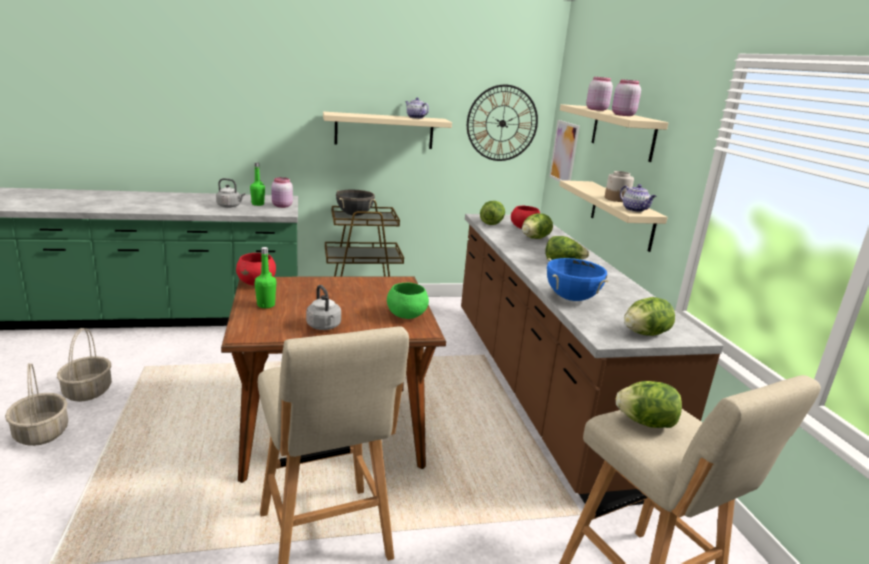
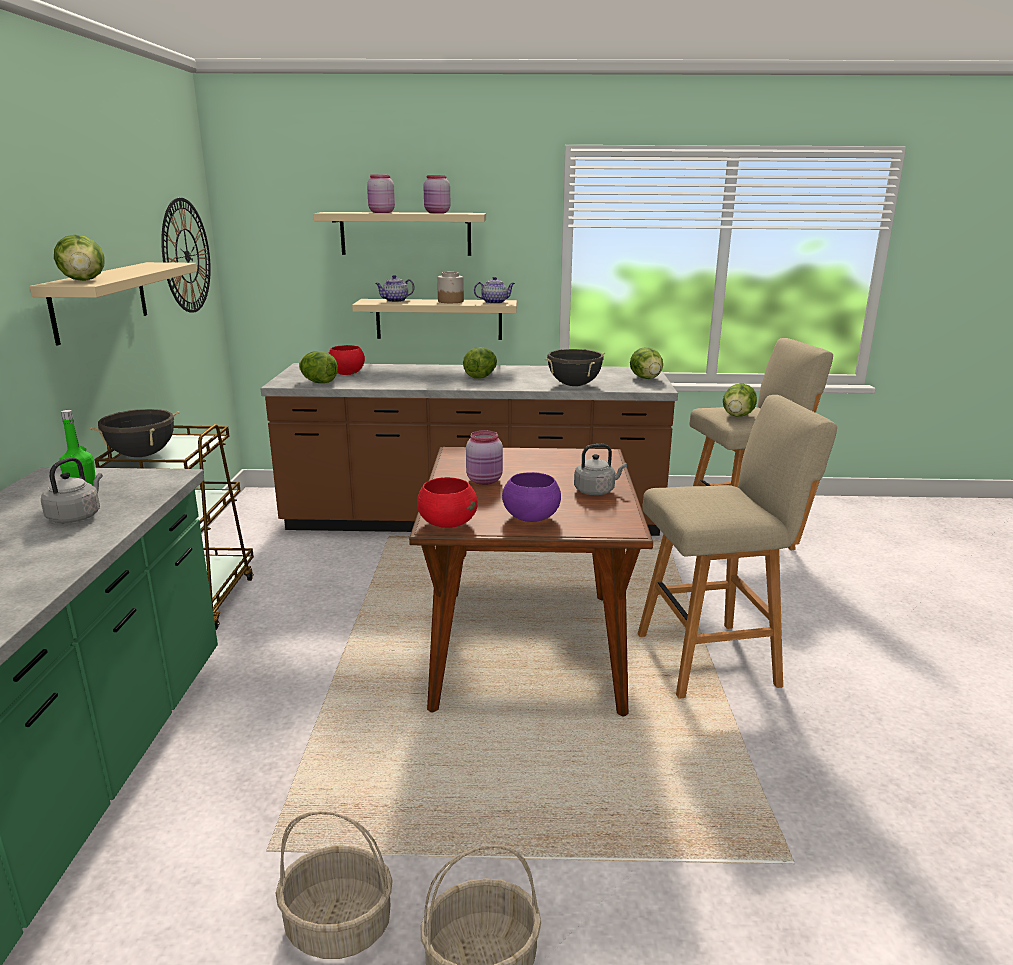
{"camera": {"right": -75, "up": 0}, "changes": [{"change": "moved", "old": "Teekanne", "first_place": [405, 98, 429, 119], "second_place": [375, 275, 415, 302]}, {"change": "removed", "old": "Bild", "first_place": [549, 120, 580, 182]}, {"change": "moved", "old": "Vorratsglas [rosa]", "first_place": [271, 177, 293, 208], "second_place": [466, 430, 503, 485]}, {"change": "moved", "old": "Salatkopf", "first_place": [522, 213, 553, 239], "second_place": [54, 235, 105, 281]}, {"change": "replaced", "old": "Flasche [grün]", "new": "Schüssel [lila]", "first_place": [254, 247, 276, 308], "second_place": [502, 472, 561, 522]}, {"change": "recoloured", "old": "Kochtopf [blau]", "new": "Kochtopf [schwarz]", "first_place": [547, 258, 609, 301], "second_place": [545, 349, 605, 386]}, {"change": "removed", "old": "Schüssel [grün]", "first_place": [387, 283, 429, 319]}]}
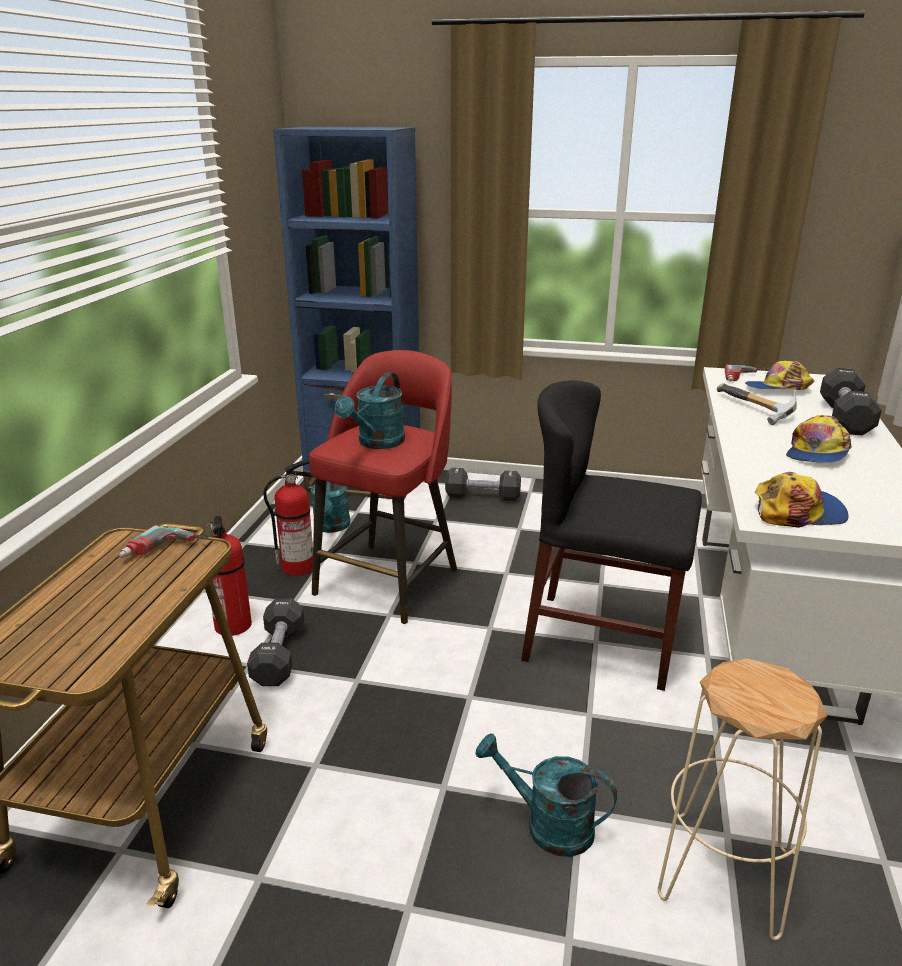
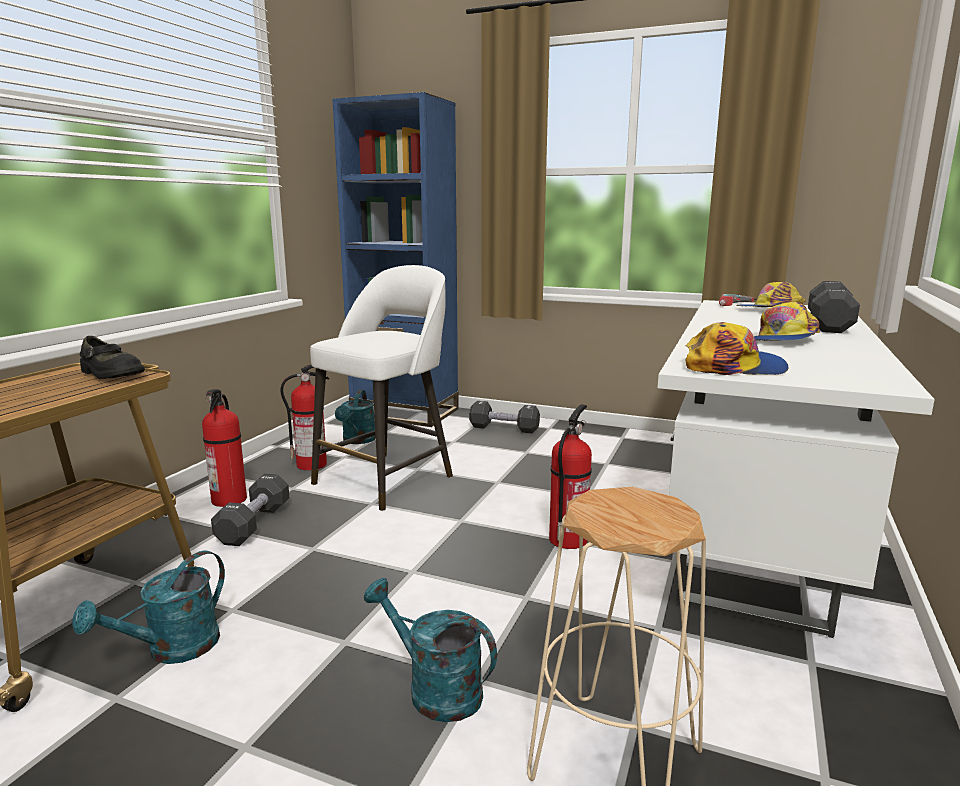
{"camera": {"right": 10, "up": -10}, "changes": [{"change": "recoloured", "old": "Hocker [rot]", "new": "Hocker [weiß]", "first_place": [309, 350, 457, 624], "second_place": [310, 265, 453, 511]}, {"change": "moved", "old": "Gießkanne [türkis]", "first_place": [335, 372, 405, 449], "second_place": [72, 550, 225, 664]}, {"change": "replaced", "old": "Stuhl [schwarz]", "new": "Feuerlöscher", "first_place": [521, 380, 702, 691], "second_place": [549, 404, 592, 549]}, {"change": "removed", "old": "Hammer", "first_place": [717, 383, 797, 425]}, {"change": "replaced", "old": "Bohrmaschine", "new": "Schuh [schwarz]", "first_place": [119, 525, 217, 558], "second_place": [80, 336, 145, 379]}]}
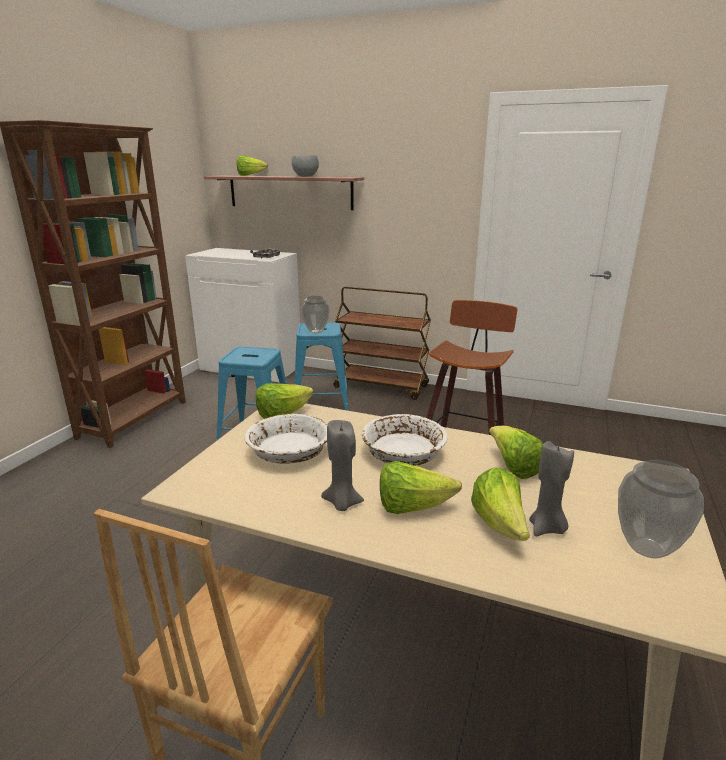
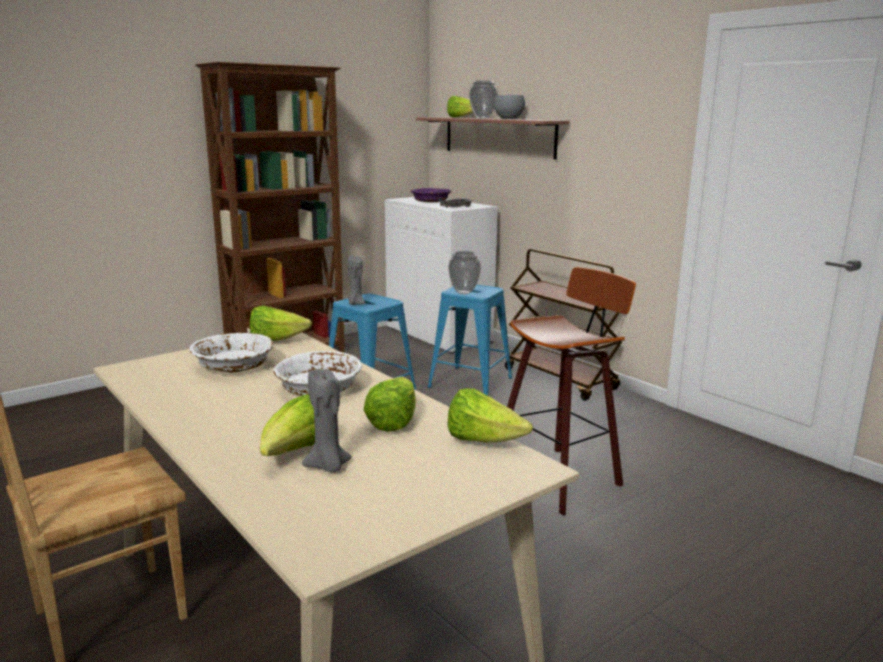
{"camera": {"right": 30, "up": -5}, "changes": [{"change": "moved", "old": "Kerze [grau]", "first_place": [321, 420, 364, 511], "second_place": [348, 256, 365, 305]}, {"change": "moved", "old": "Vase", "first_place": [618, 460, 704, 558], "second_place": [469, 80, 498, 118]}, {"change": "moved", "old": "Salatkopf", "first_place": [380, 461, 462, 514], "second_place": [448, 388, 533, 442]}, {"change": "added", "new": "Schüssel [lila]", "second_place": [411, 188, 452, 202]}]}
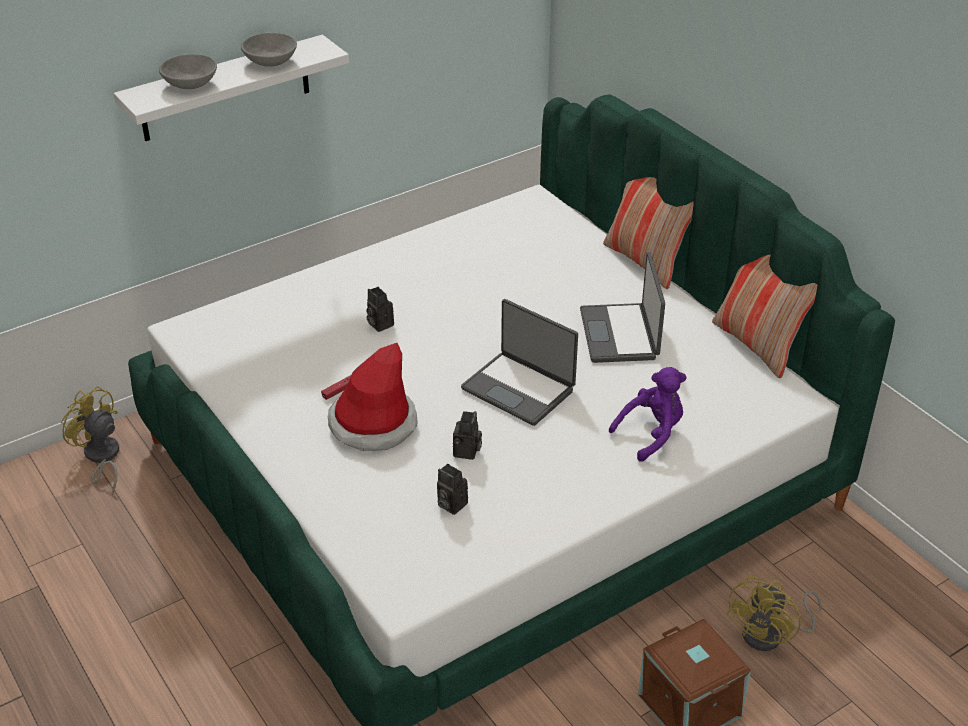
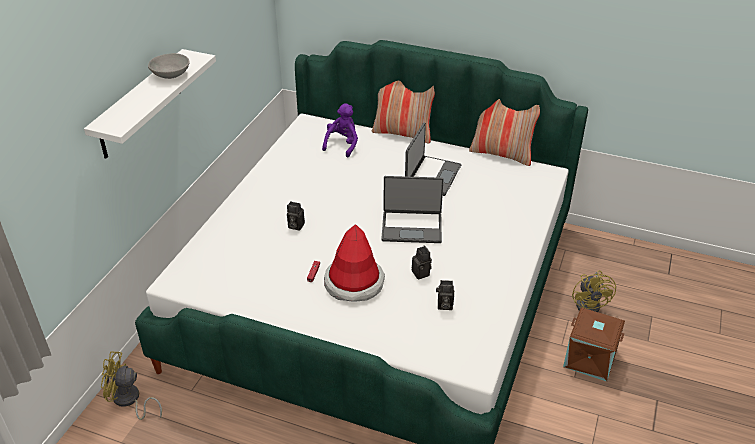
{"camera": {"right": -35, "up": 0}, "changes": [{"change": "removed", "old": "Schüssel [grau]", "first_place": [159, 54, 217, 89]}, {"change": "turned", "old": "Laptop", "first_place": [580, 252, 665, 363], "second_place": [405, 123, 461, 196], "degrees": -120}, {"change": "moved", "old": "Plüschtier [lila]", "first_place": [609, 367, 687, 462], "second_place": [322, 103, 358, 158]}]}
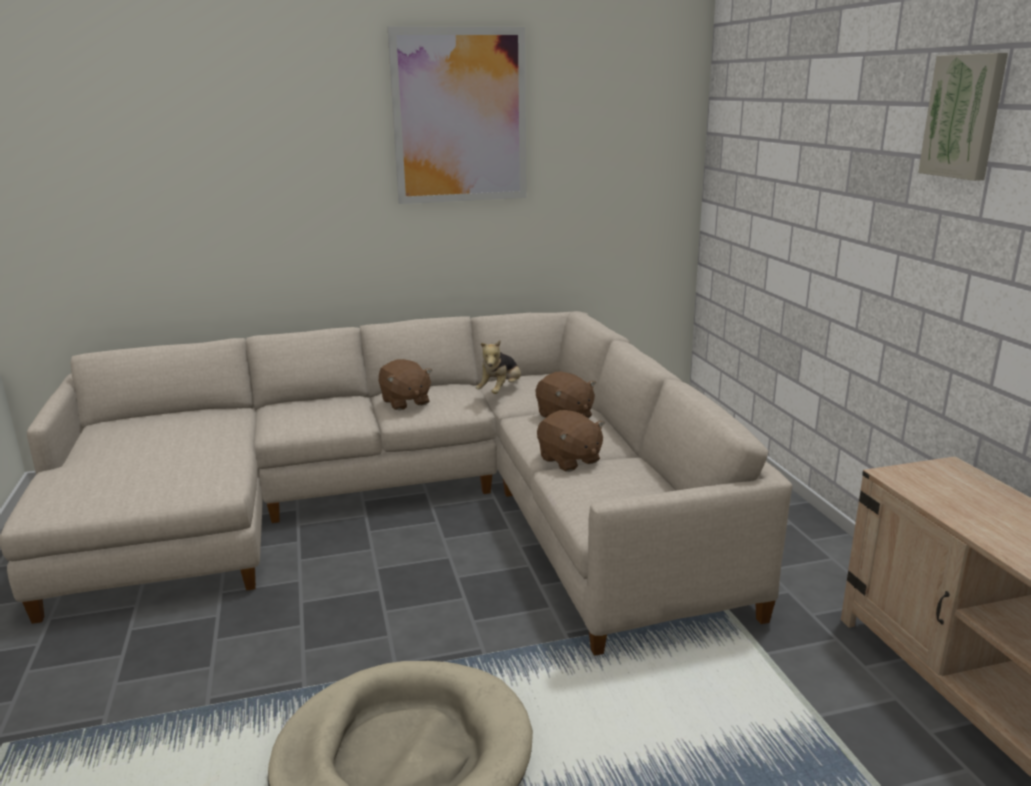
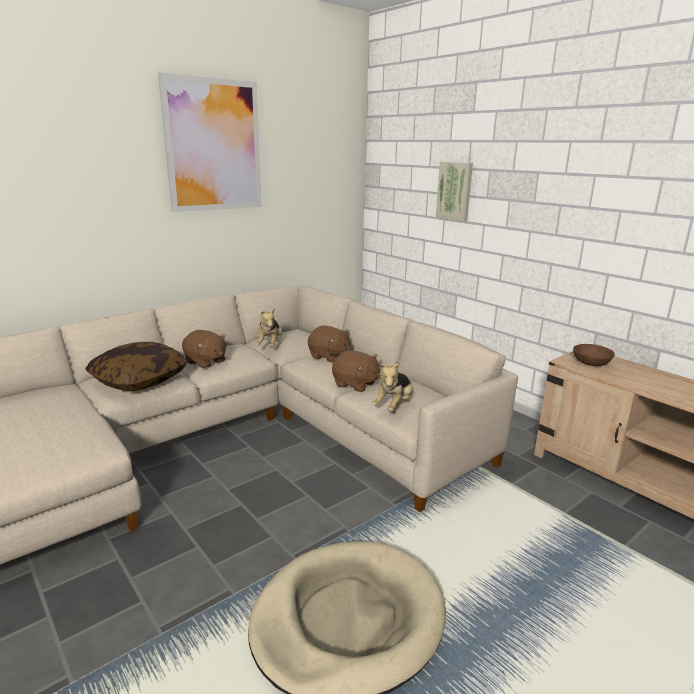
{"camera": {"right": -25, "up": 0}, "changes": [{"change": "moved", "old": "Bild", "first_place": [918, 53, 1008, 181], "second_place": [436, 162, 473, 222]}, {"change": "added", "new": "Kissen", "second_place": [85, 342, 188, 391]}, {"change": "added", "new": "Schüssel [braun]", "second_place": [573, 344, 615, 366]}, {"change": "added", "new": "Plüschtier", "second_place": [372, 363, 413, 412]}]}
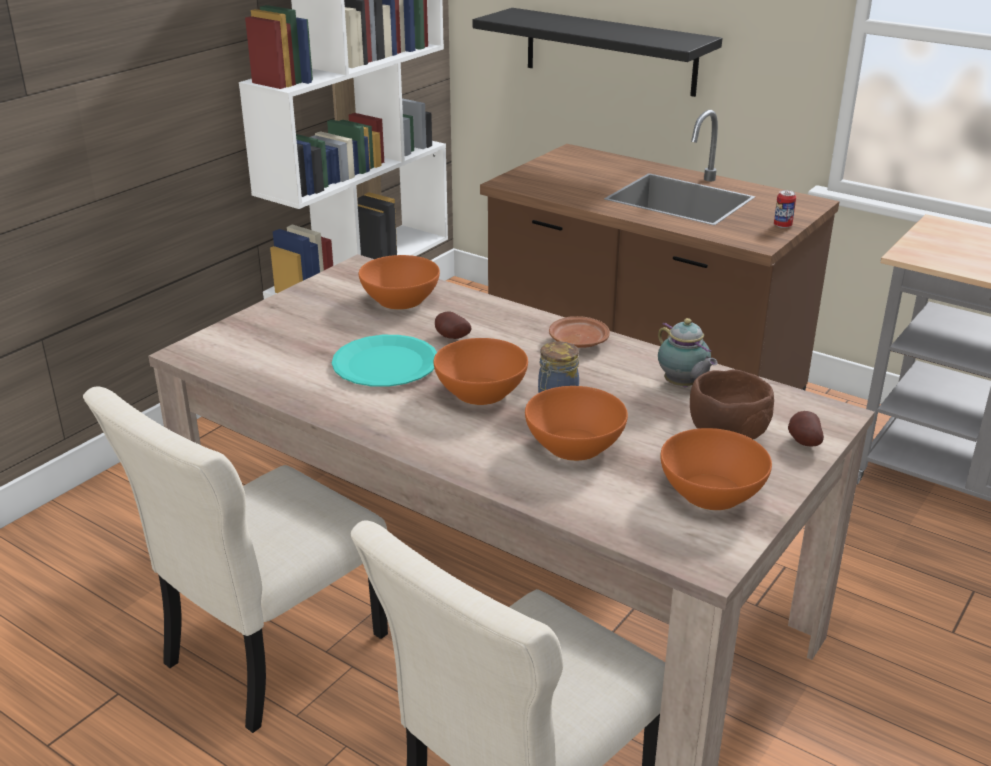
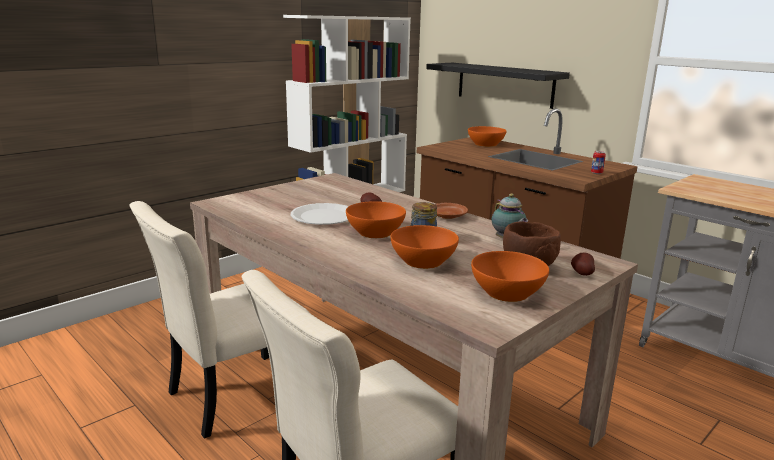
{"camera": {"right": 10, "up": -10}, "changes": [{"change": "moved", "old": "Schüssel [orange]", "first_place": [359, 255, 440, 310], "second_place": [468, 126, 507, 147]}, {"change": "recoloured", "old": "Teller [türkis]", "new": "Teller [weiß]", "first_place": [332, 335, 437, 387], "second_place": [291, 203, 349, 225]}]}
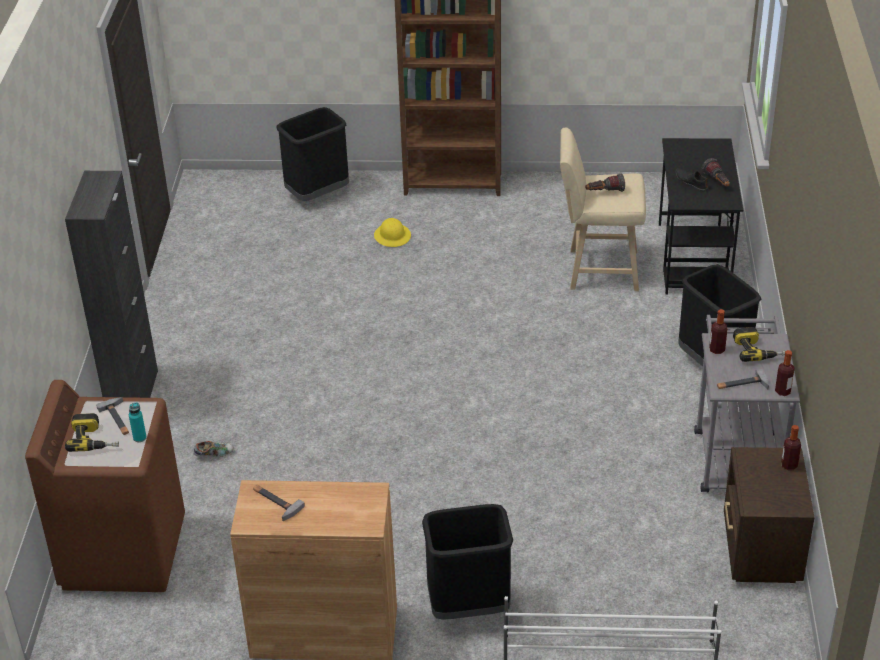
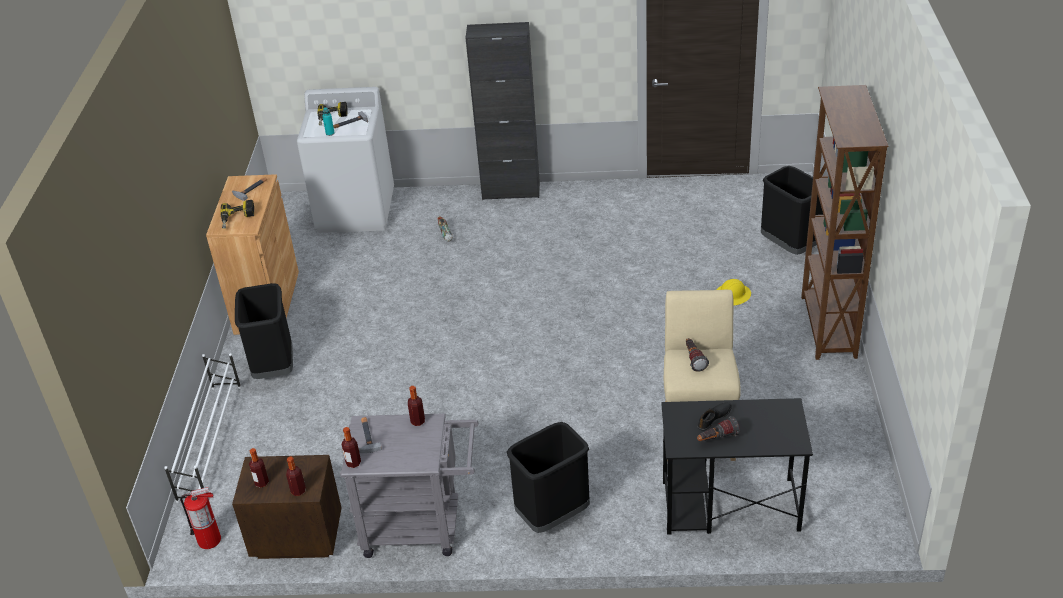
{"camera": {"right": 90, "up": 0}, "changes": [{"change": "moved", "old": "Bohrmaschine", "first_place": [733, 327, 786, 362], "second_place": [220, 200, 254, 229]}, {"change": "recoloured", "old": "Waschmaschine [braun]", "new": "Waschmaschine [weiß]", "first_place": [25, 380, 185, 592], "second_place": [297, 87, 394, 233]}, {"change": "added", "new": "Flasche", "second_place": [249, 448, 269, 488]}, {"change": "added", "new": "Feuerlöscher", "second_place": [180, 487, 221, 549]}]}
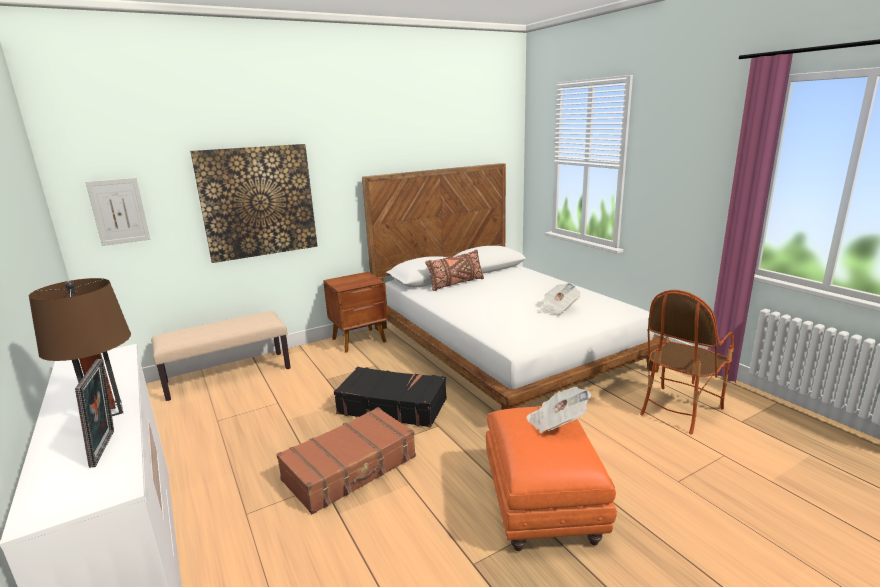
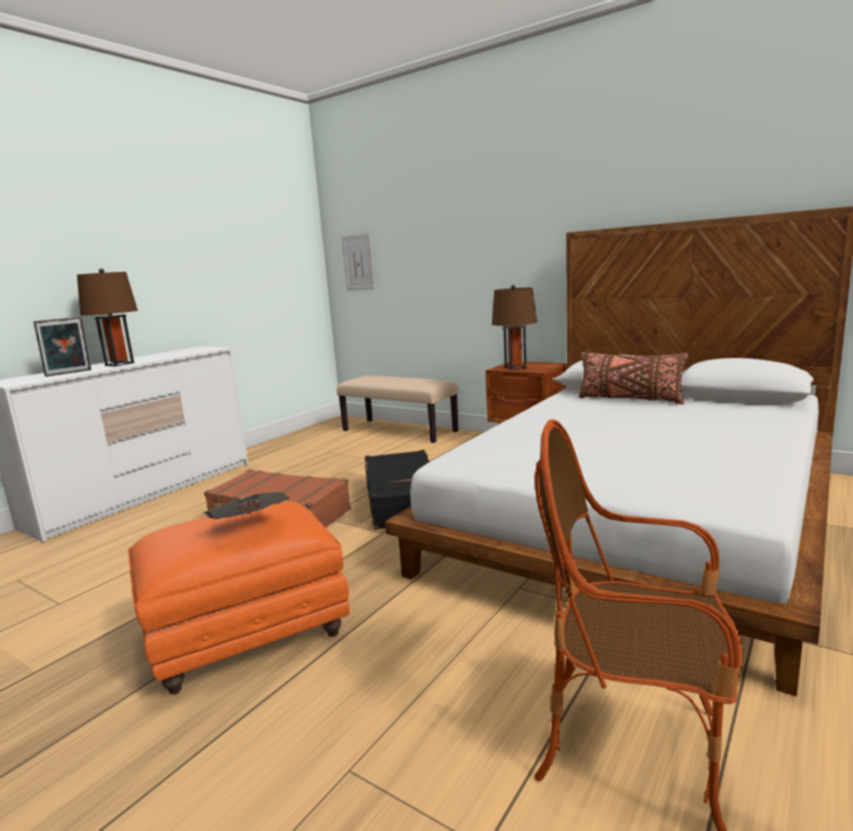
{"camera": {"right": 65, "up": -5}, "changes": [{"change": "removed", "old": "Bild", "first_place": [190, 144, 317, 263]}, {"change": "removed", "old": "Zeitung", "first_place": [539, 283, 580, 314]}, {"change": "added", "new": "Tischlampe [braun]", "second_place": [492, 285, 537, 370]}]}
